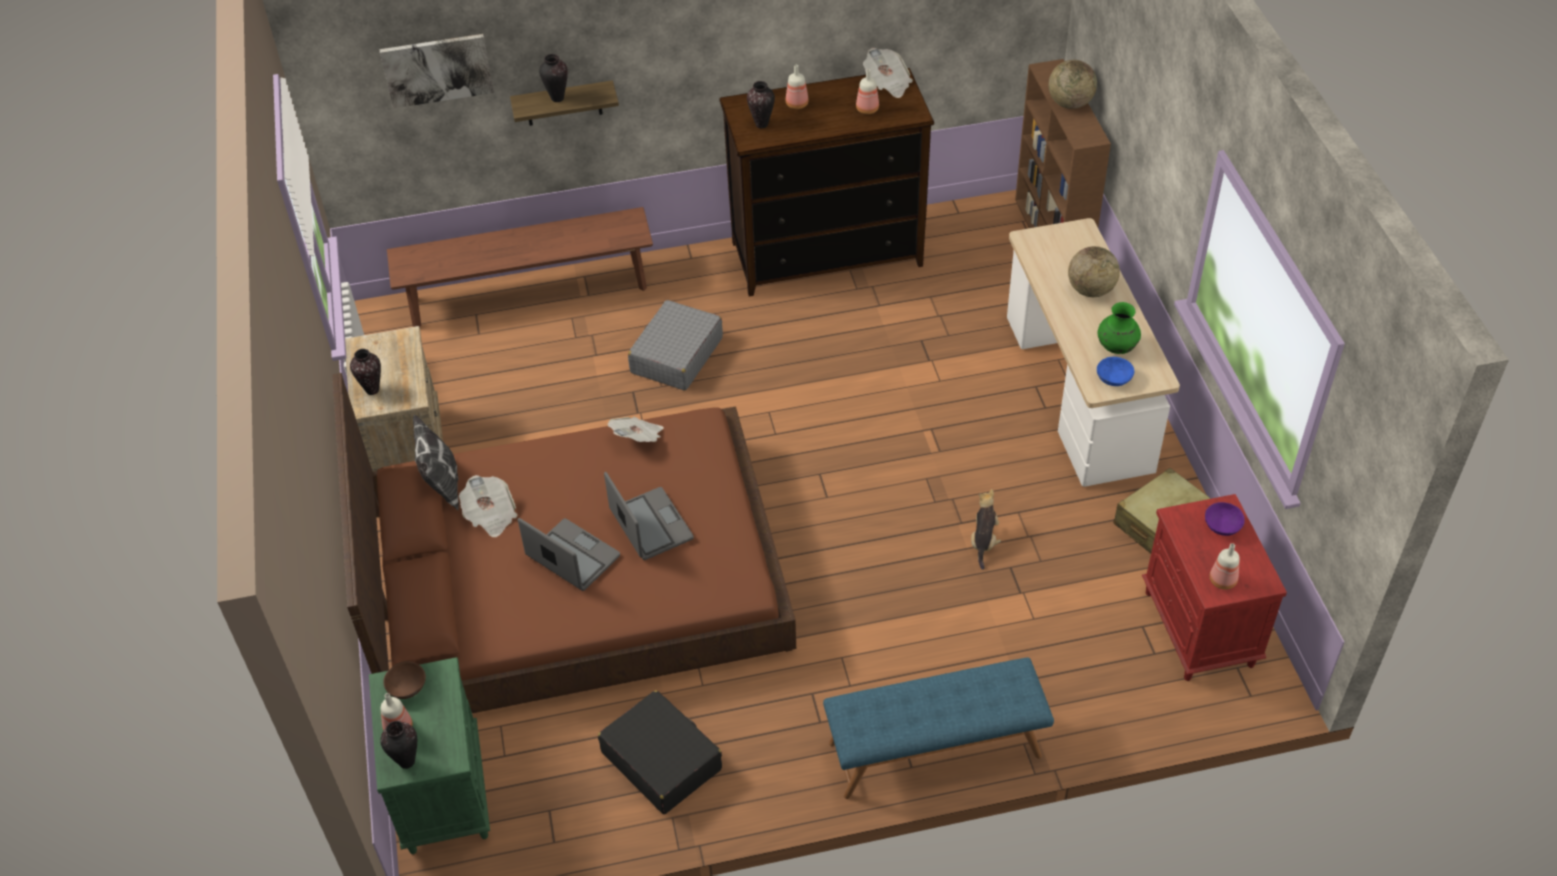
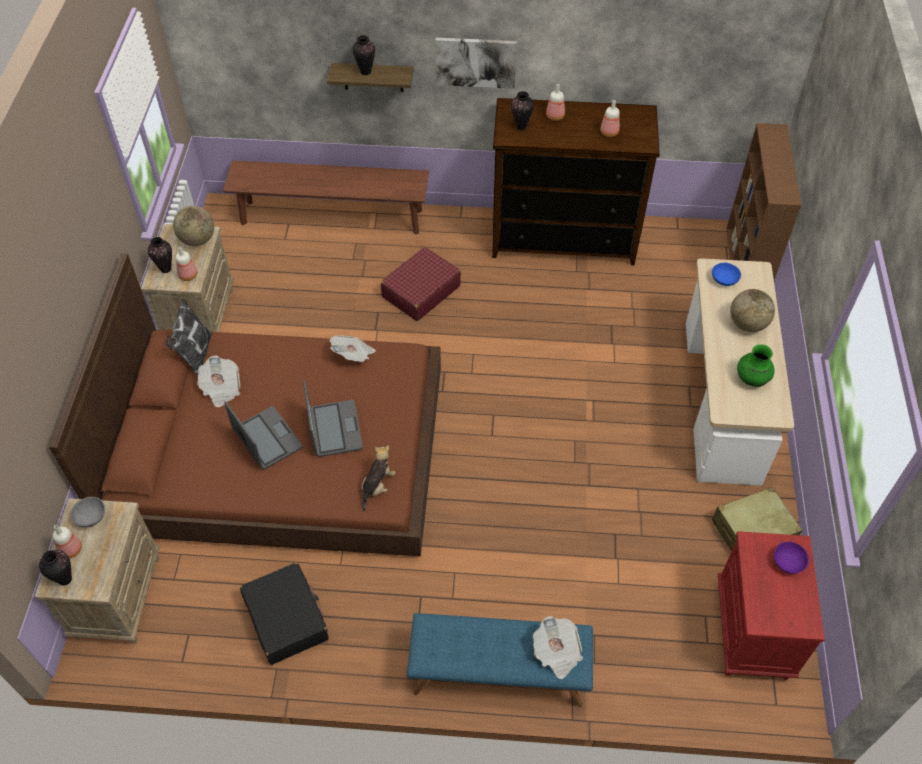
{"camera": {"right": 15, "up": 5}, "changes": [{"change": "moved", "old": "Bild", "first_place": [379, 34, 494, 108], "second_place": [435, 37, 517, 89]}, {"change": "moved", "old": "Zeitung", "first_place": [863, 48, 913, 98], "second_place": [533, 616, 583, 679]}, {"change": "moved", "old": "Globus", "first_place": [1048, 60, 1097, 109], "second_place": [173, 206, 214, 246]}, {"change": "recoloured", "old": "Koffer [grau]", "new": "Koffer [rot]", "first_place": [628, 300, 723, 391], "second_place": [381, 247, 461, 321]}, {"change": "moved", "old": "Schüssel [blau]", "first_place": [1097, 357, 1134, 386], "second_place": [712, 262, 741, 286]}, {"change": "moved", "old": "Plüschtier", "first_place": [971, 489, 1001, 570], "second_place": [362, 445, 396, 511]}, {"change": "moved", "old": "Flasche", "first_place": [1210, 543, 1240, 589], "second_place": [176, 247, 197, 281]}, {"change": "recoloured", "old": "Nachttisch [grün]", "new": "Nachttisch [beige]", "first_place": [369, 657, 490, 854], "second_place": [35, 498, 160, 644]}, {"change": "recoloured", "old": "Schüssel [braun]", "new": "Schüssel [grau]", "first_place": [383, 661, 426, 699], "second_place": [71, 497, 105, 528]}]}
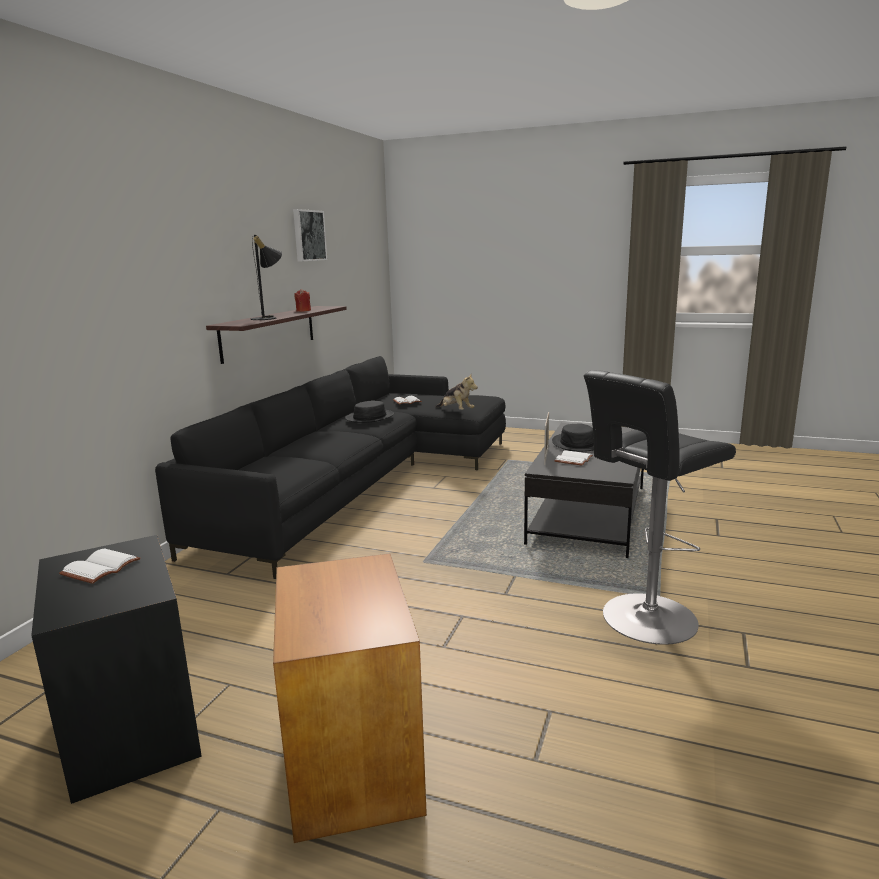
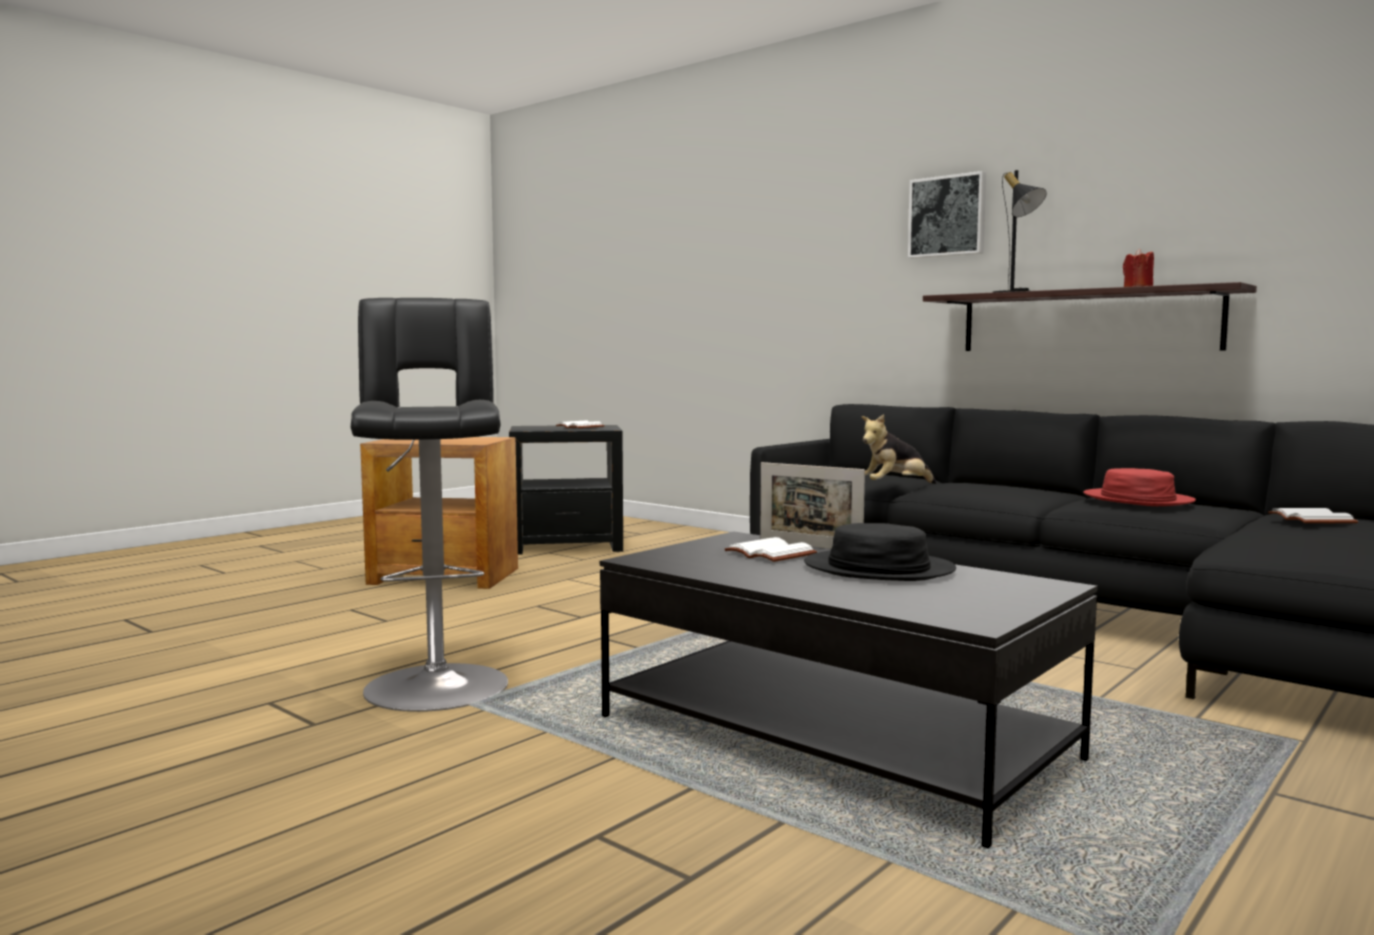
{"camera": {"right": 110, "up": -10}, "changes": [{"change": "moved", "old": "Bild", "first_place": [293, 209, 327, 262], "second_place": [908, 171, 986, 258]}, {"change": "moved", "old": "Plüschtier", "first_place": [436, 375, 478, 410], "second_place": [861, 414, 936, 484]}, {"change": "recoloured", "old": "Hut [schwarz]", "new": "Hut [rot]", "first_place": [345, 401, 394, 423], "second_place": [1084, 468, 1196, 506]}]}
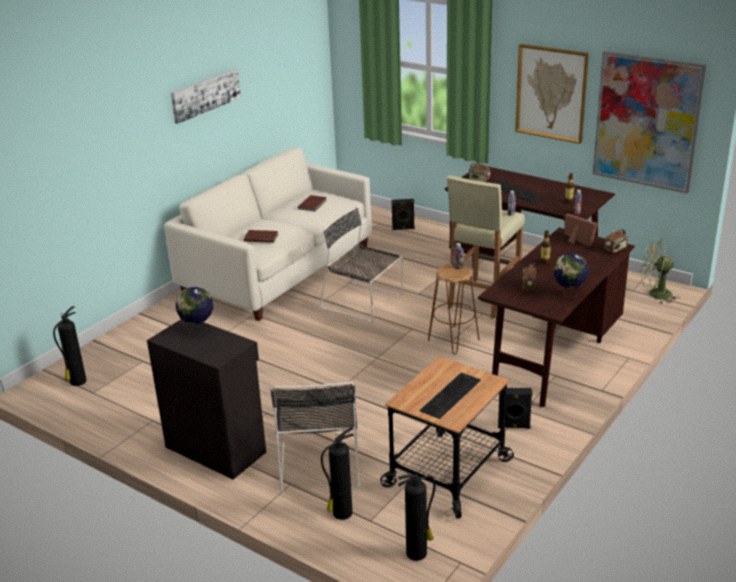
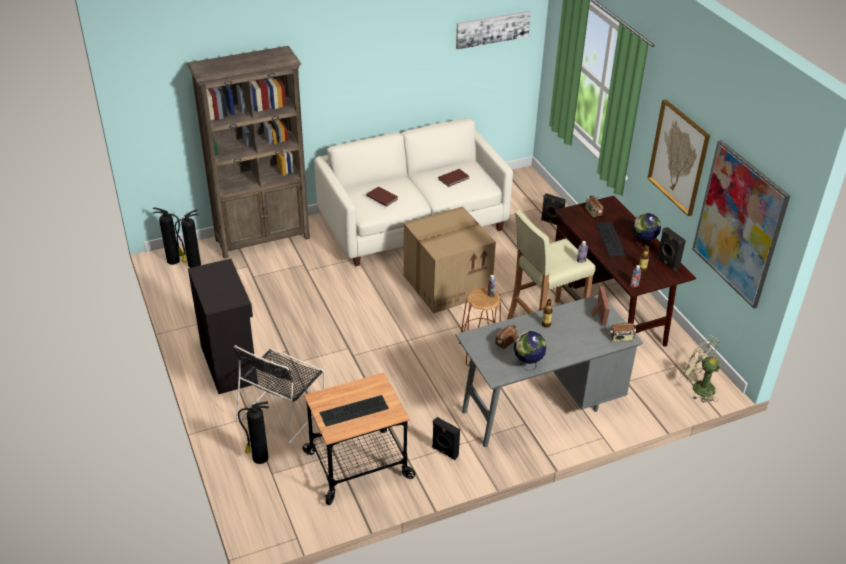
{"camera": {"right": 30, "up": 10}, "changes": [{"change": "moved", "old": "Bild", "first_place": [171, 69, 241, 124], "second_place": [456, 11, 531, 50]}, {"change": "replaced", "old": "Stuhl [schwarz]", "new": "Karton", "first_place": [320, 206, 403, 322], "second_place": [404, 206, 496, 313]}, {"change": "recoloured", "old": "Schreibtisch [braun]", "new": "Schreibtisch [grau]", "first_place": [478, 227, 635, 407], "second_place": [455, 295, 643, 447]}, {"change": "moved", "old": "Globus", "first_place": [176, 287, 213, 335], "second_place": [632, 213, 661, 248]}, {"change": "moved", "old": "Feuerlöscher", "first_place": [398, 474, 436, 561], "second_place": [153, 207, 183, 265]}, {"change": "added", "new": "Bücherregal [braun]", "second_place": [187, 46, 310, 259]}, {"change": "added", "new": "Lautsprecher [schwarz]", "second_place": [657, 227, 686, 271]}]}
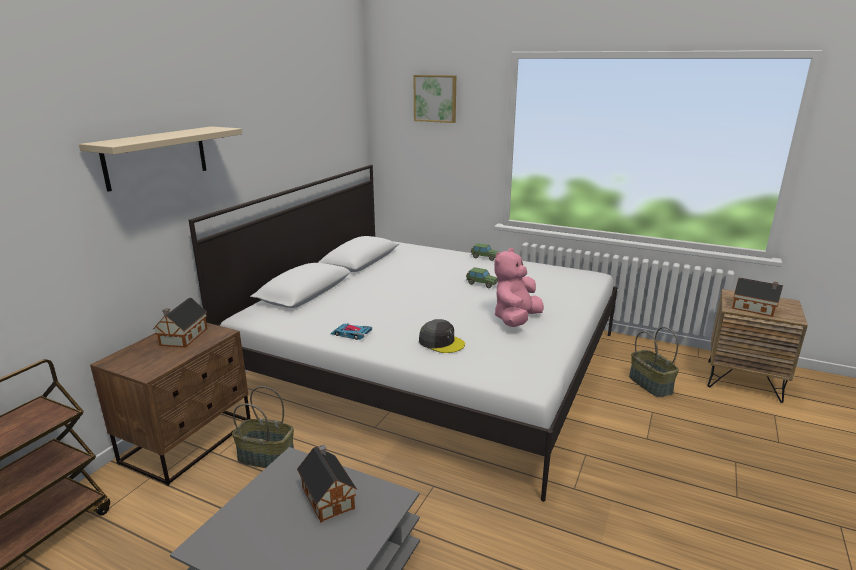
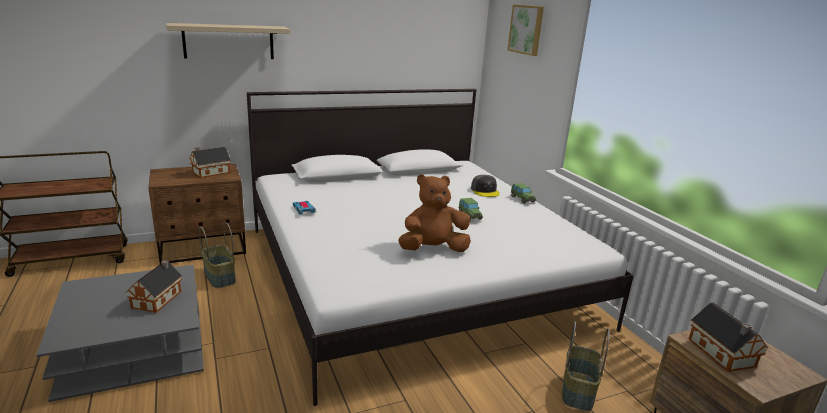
{"camera": {"right": 40, "up": 0}, "changes": [{"change": "recoloured", "old": "Plüschtier [rosa]", "new": "Plüschtier [braun]", "first_place": [494, 248, 544, 327], "second_place": [398, 174, 471, 252]}, {"change": "moved", "old": "Kappe [grau]", "first_place": [419, 319, 465, 353], "second_place": [471, 175, 500, 197]}]}
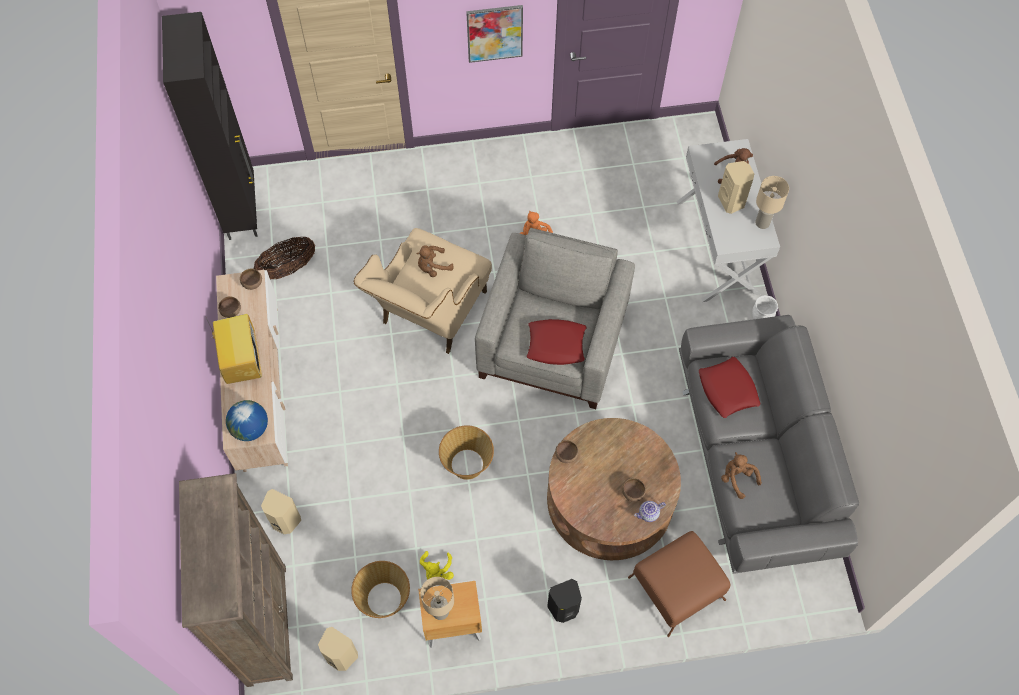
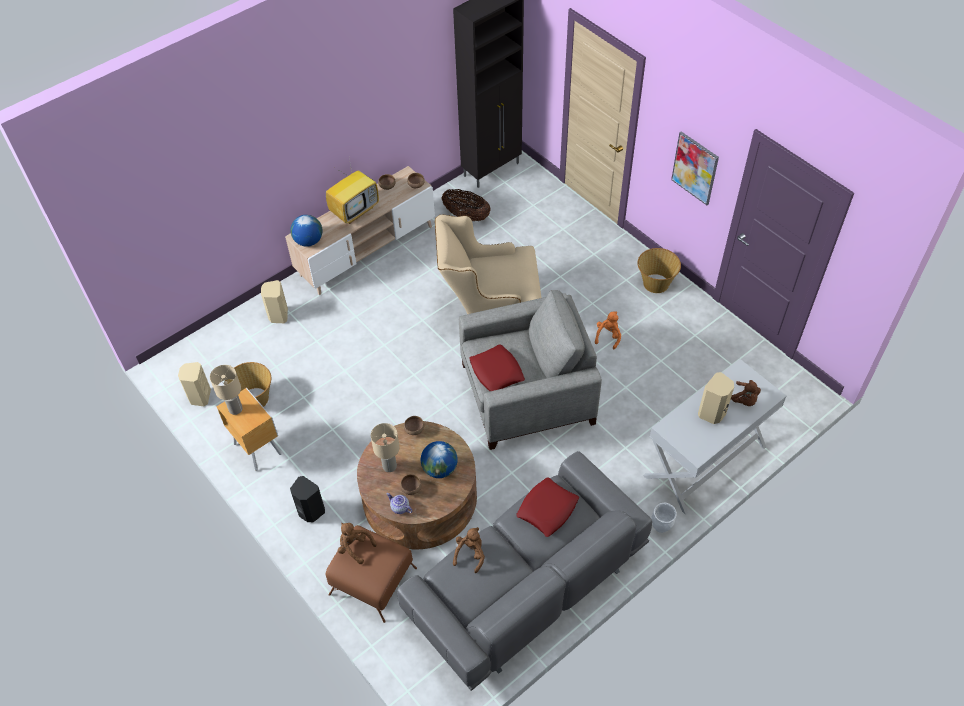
{"camera": {"right": 60, "up": -10}, "changes": [{"change": "moved", "old": "Tischlampe [beige]", "first_place": [755, 176, 789, 229], "second_place": [371, 423, 400, 472]}, {"change": "moved", "old": "Plüschtier [braun]", "first_place": [416, 245, 454, 277], "second_place": [338, 523, 377, 564]}, {"change": "moved", "old": "Korb", "first_place": [439, 425, 494, 480], "second_place": [637, 248, 681, 293]}, {"change": "removed", "old": "Bücherregal [braun]", "first_place": [179, 473, 293, 687]}, {"change": "removed", "old": "Plüschtier [gelb]", "first_place": [420, 551, 454, 580]}, {"change": "added", "new": "Globus", "second_place": [421, 441, 458, 478]}]}
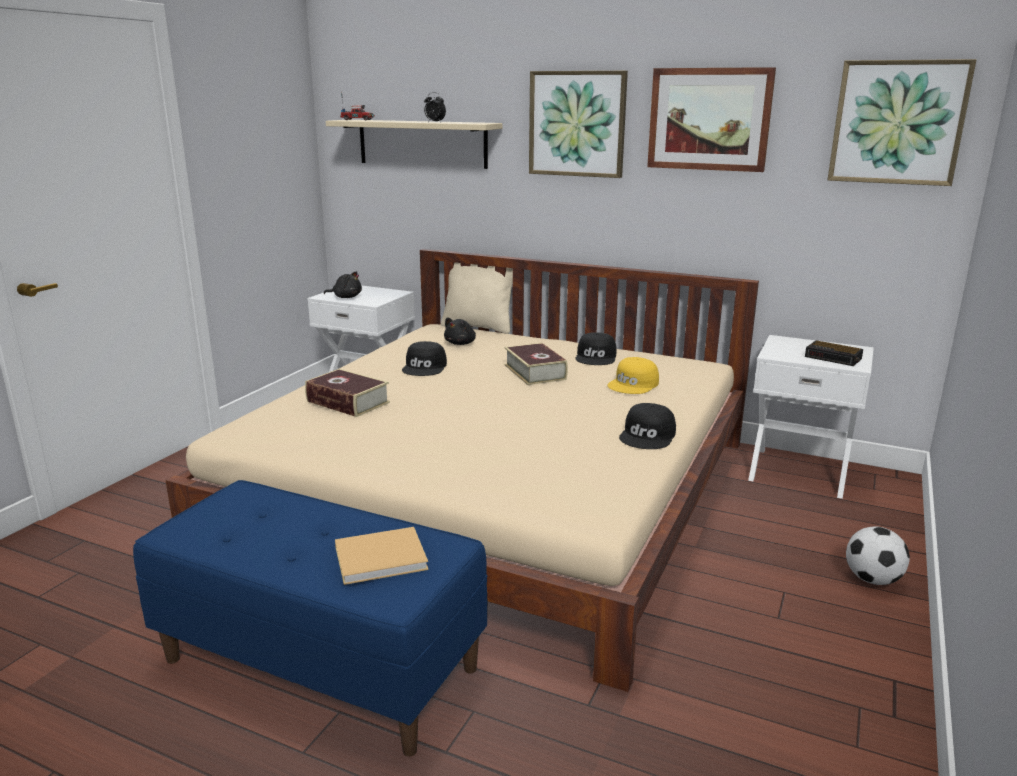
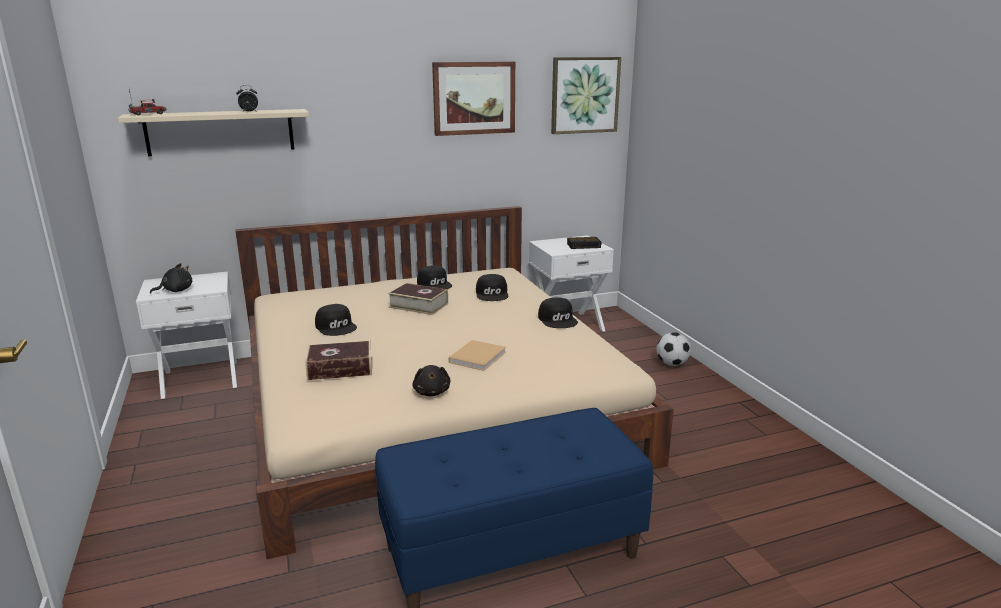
{"camera": {"right": -45, "up": 0}, "changes": [{"change": "removed", "old": "Bild", "first_place": [529, 71, 628, 178]}, {"change": "removed", "old": "Kissen [beige]", "first_place": [441, 262, 513, 334]}, {"change": "moved", "old": "Plüschtier [schwarz]", "first_place": [444, 317, 476, 345], "second_place": [412, 365, 451, 396]}, {"change": "recoloured", "old": "Kappe [gelb]", "new": "Kappe [schwarz]", "first_place": [607, 357, 659, 394], "second_place": [476, 274, 509, 301]}, {"change": "moved", "old": "Buch [beige]", "first_place": [335, 527, 429, 585], "second_place": [448, 340, 506, 371]}]}
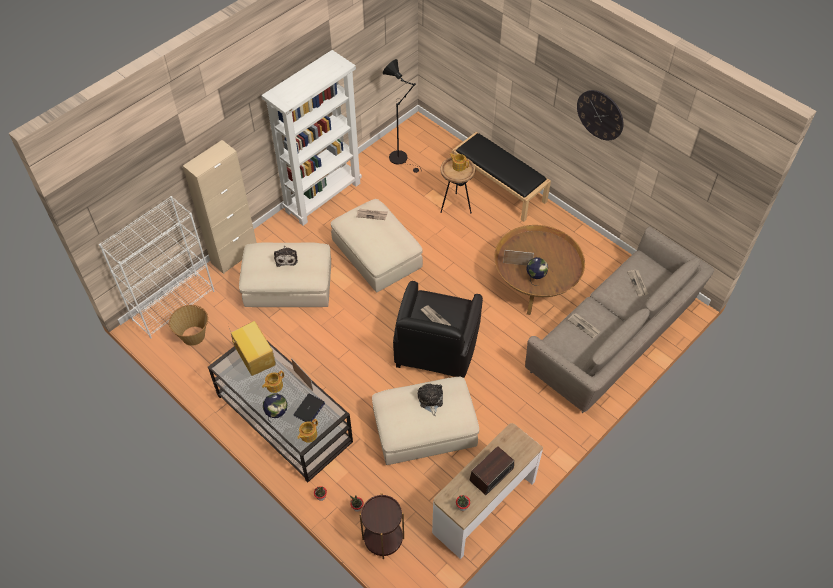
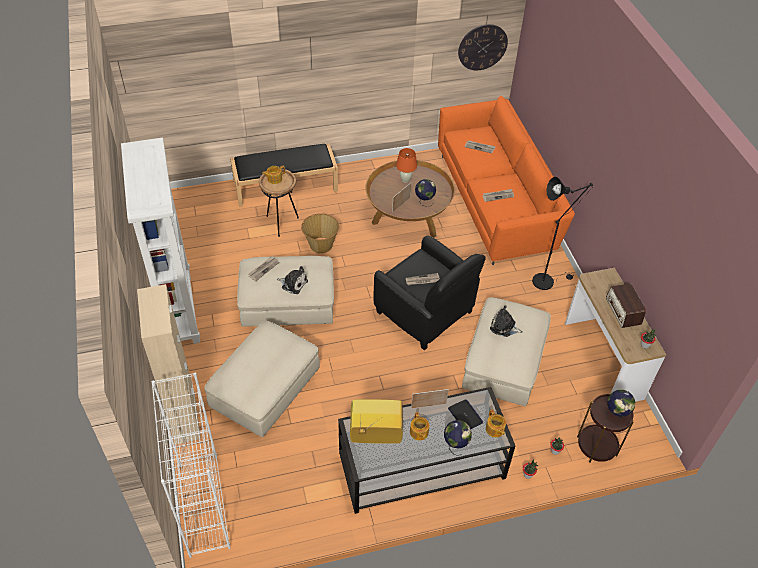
{"camera": {"right": -60, "up": -5}, "changes": [{"change": "moved", "old": "Stehlampe [schwarz]", "first_place": [383, 59, 422, 173], "second_place": [532, 177, 593, 290]}, {"change": "moved", "old": "Wanduhr", "first_place": [577, 90, 624, 140], "second_place": [458, 24, 508, 70]}, {"change": "recoloured", "old": "Sofa [beige]", "new": "Sofa [orange]", "first_place": [525, 226, 714, 413], "second_place": [438, 96, 575, 265]}, {"change": "moved", "old": "Plüschtier", "first_place": [274, 246, 298, 267], "second_place": [277, 266, 308, 294]}, {"change": "moved", "old": "Korb", "first_place": [169, 305, 208, 346], "second_place": [301, 213, 339, 254]}, {"change": "added", "new": "Tischlampe [orange]", "second_place": [396, 148, 417, 183]}, {"change": "added", "new": "Globus", "second_place": [605, 390, 635, 419]}]}
